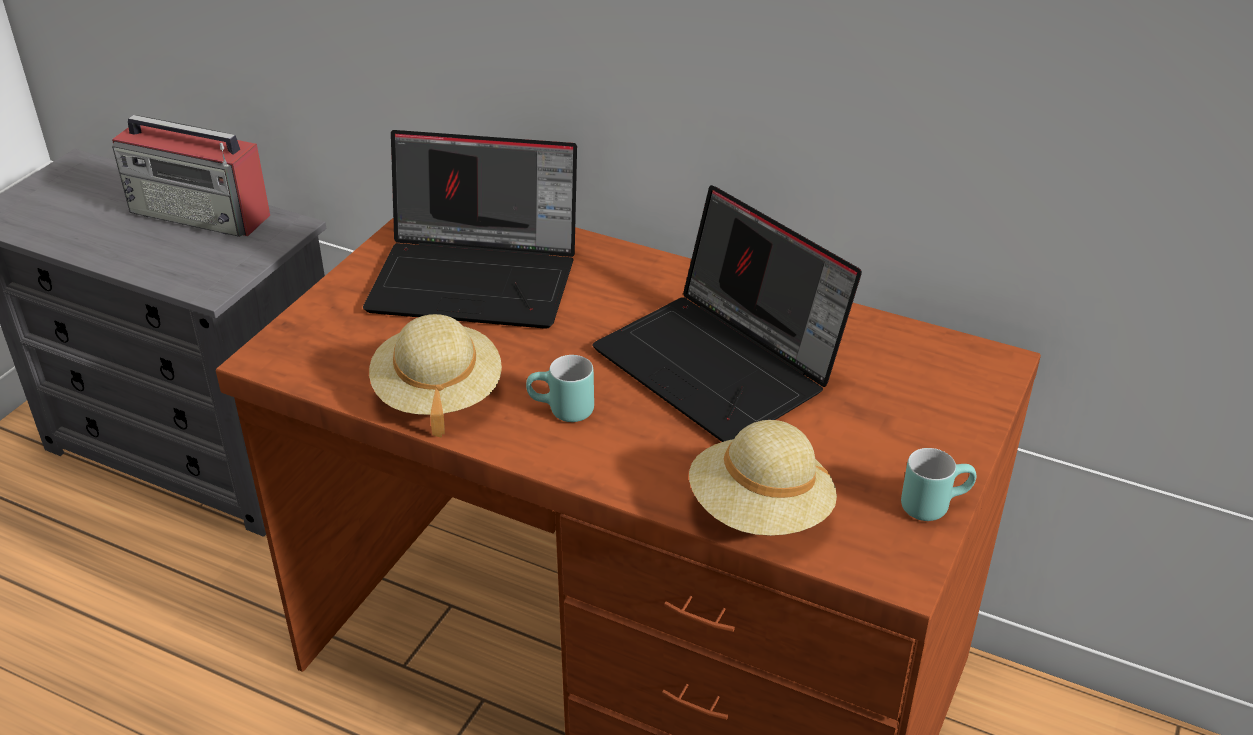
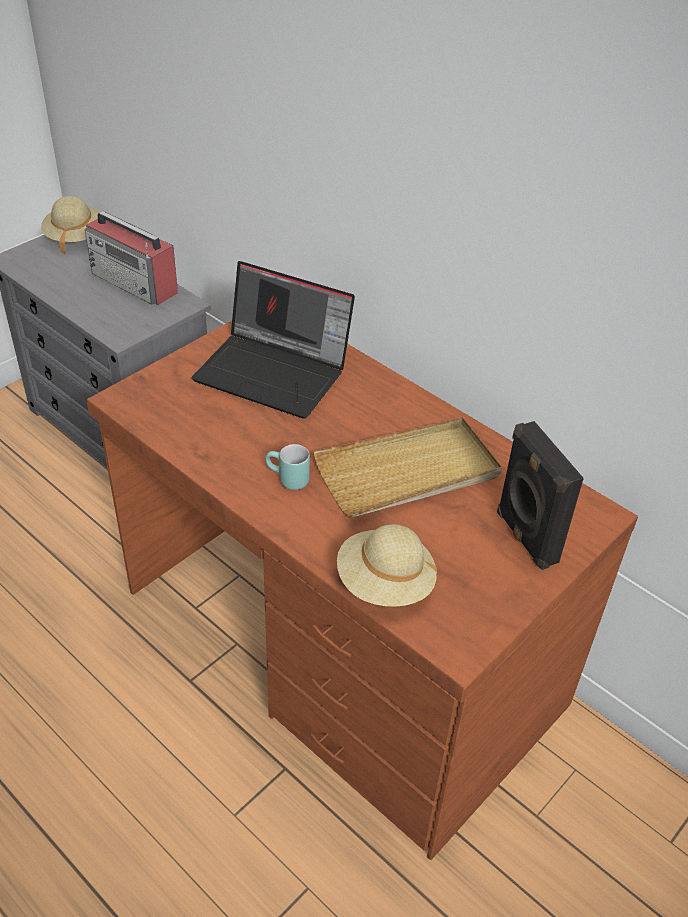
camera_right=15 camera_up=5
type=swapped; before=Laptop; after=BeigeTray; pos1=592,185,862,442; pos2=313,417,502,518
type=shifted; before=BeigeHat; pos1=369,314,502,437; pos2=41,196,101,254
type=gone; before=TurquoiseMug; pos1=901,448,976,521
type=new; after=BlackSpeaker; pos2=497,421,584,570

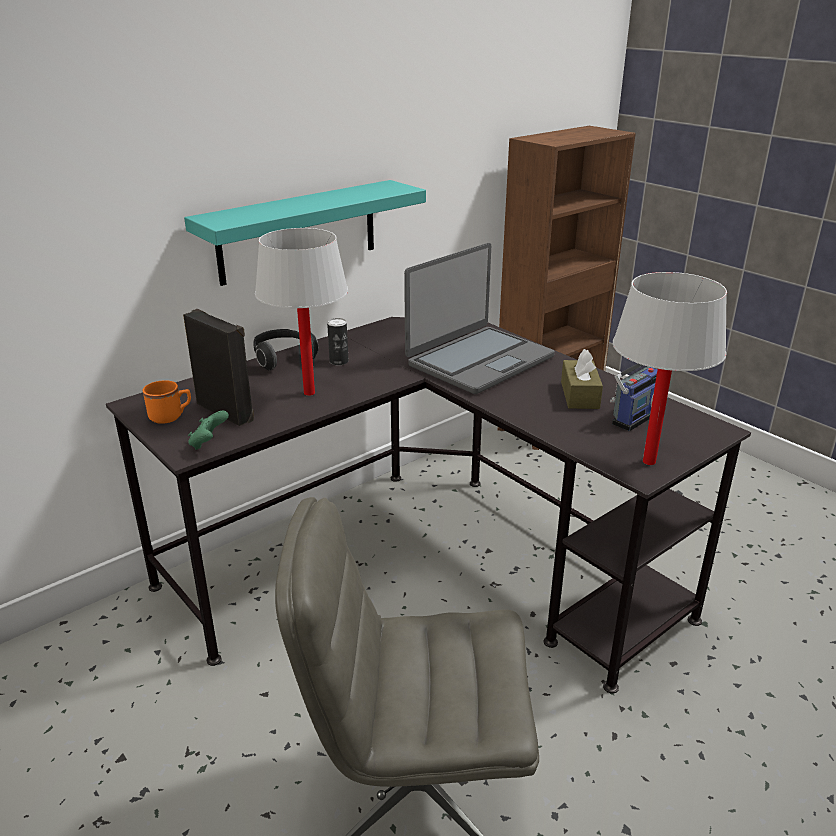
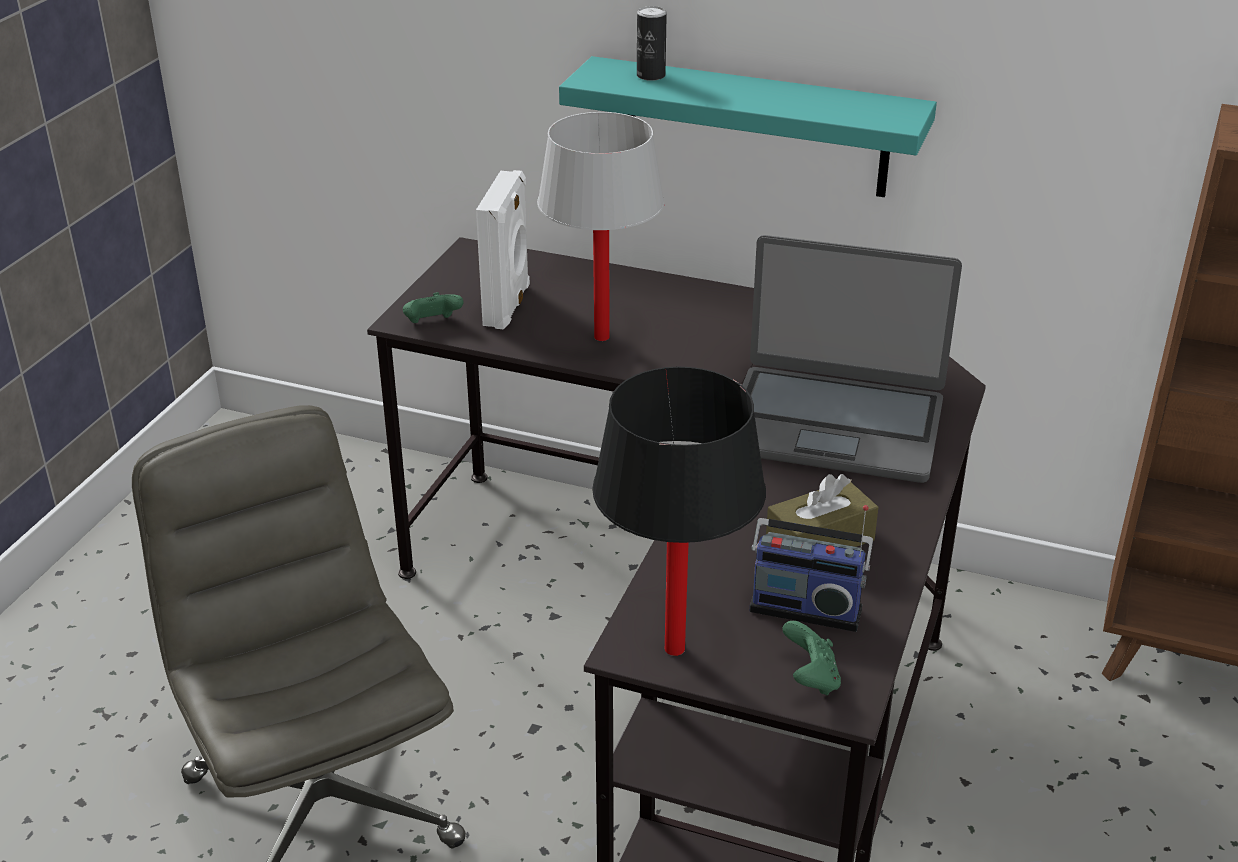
camera_right=60 camera_up=5
type=repainted; before=WhiteTableLamp; after=BlackTableLamp; pos1=613,272,727,465; pos2=592,367,766,656
type=repainted; before=BlackSpeaker; after=WhiteSpeaker; pos1=183,309,254,426; pos2=476,170,530,329
type=shifted; before=Can; pos1=327,318,349,365; pos2=637,6,667,81
type=gone; before=Headphones; pos1=253,329,319,370
type=gone; before=OrangeMug; pos1=143,380,191,424
type=new; after=GreenGameController; pos2=783,621,841,695

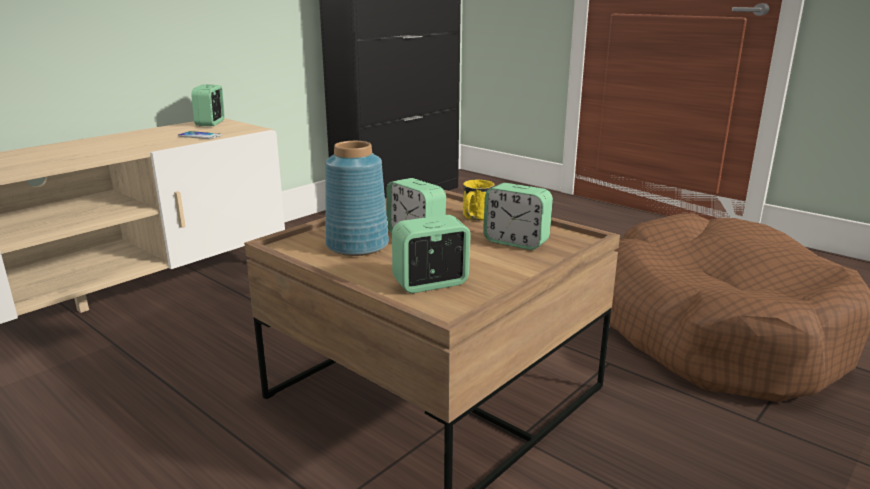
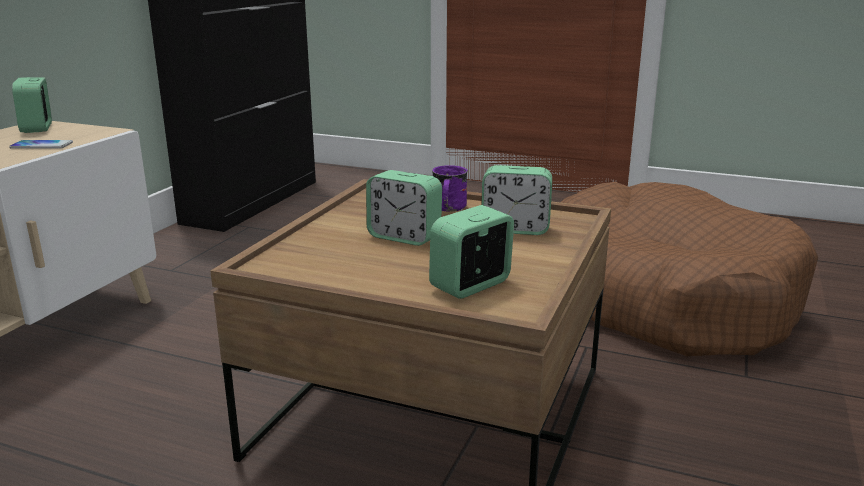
camera_right=-20 camera_up=0
type=gone; before=BlueVase; pos1=325,141,389,256
type=repainted; before=YellowMug; after=PurpleMug; pos1=463,180,495,221; pos2=432,165,468,212

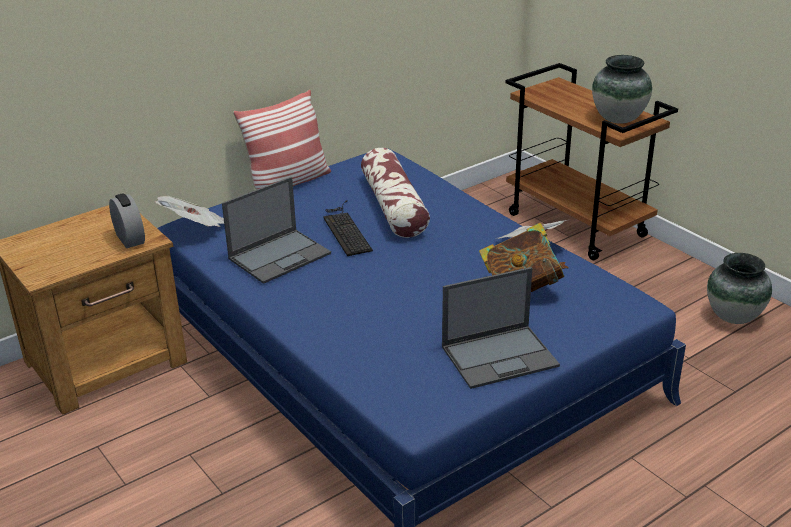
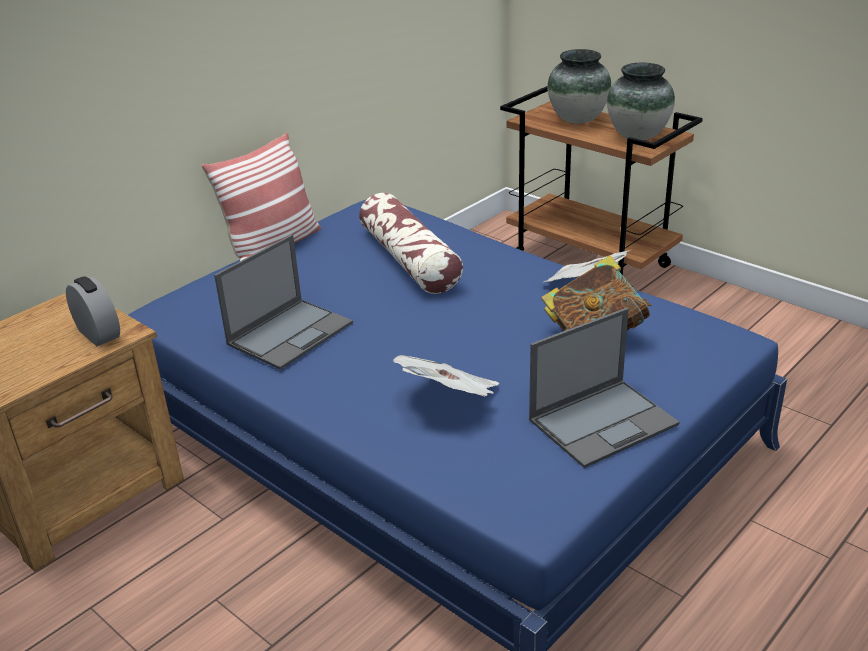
camera_right=-10 camera_up=0
type=shifted; before=Newspaper; pos1=155,196,224,227; pos2=393,355,499,396
type=gone; before=Keyboard; pos1=323,200,373,256
type=shifted; before=Vase; pos1=707,253,772,324; pos2=547,49,611,124

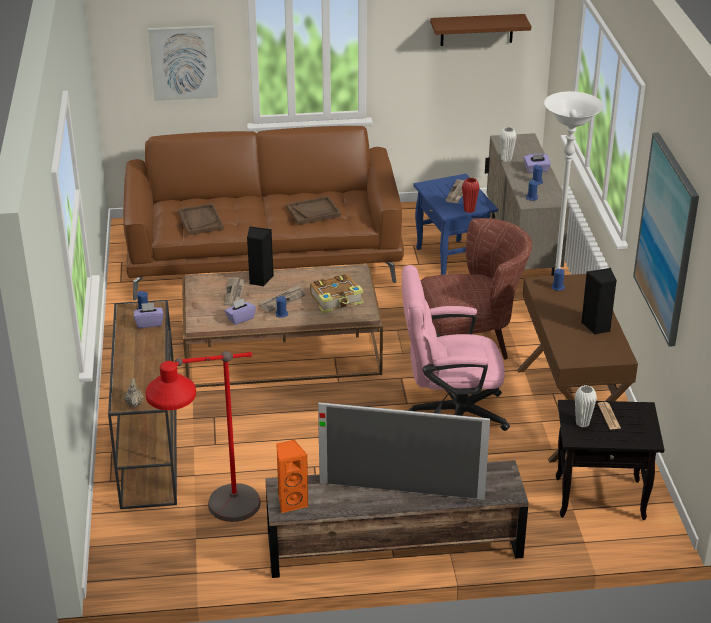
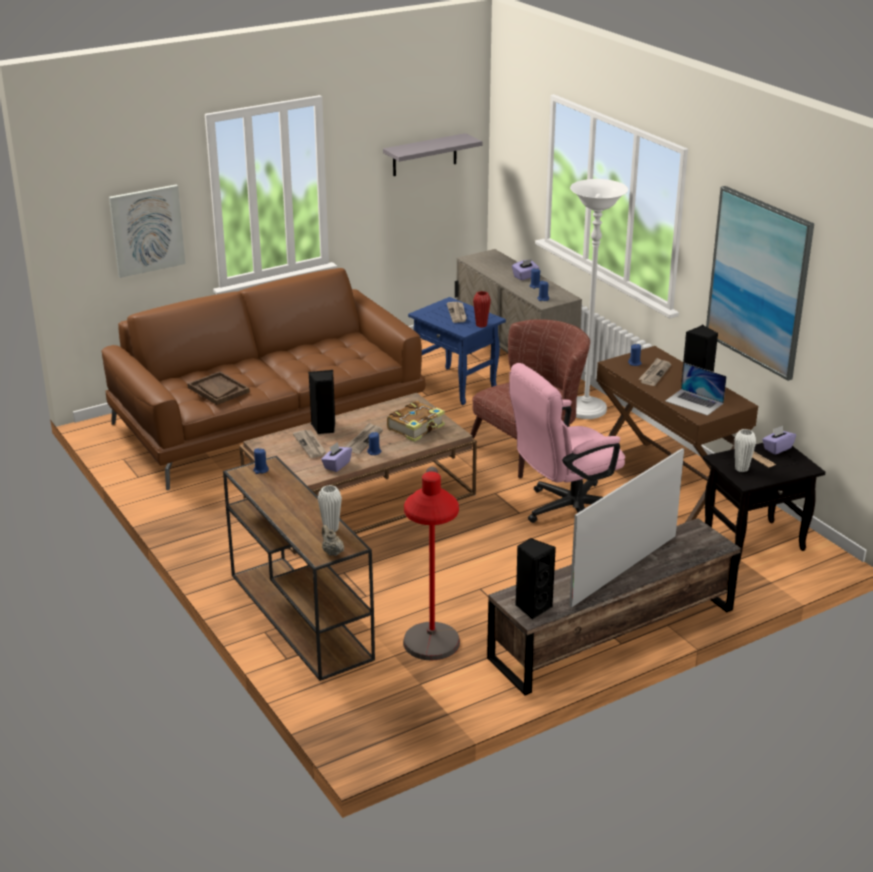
camera_right=-25 camera_up=-5
type=repainted; before=BrownShelf; after=GreyShelf; pos1=430,14,531,46; pos2=383,133,482,176
type=shifted; before=WhiteVase; pos1=500,127,517,162; pos2=318,485,342,532
type=gone; before=BrownTray; pos1=286,196,341,225
type=shifted; before=PurpleTissueBox; pos1=134,303,164,328; pos2=762,426,796,455
type=rotated; before=Television; pos1=318,402,490,500; pos2=569,448,684,608; turn=150
type=repainted; before=OrangeSpeaker; after=BlackSpeaker; pos1=276,440,308,513; pos2=515,538,556,620
type=new; after=Newspaper; pos2=639,358,671,386
type=new; after=Laptop; pos2=665,363,727,416

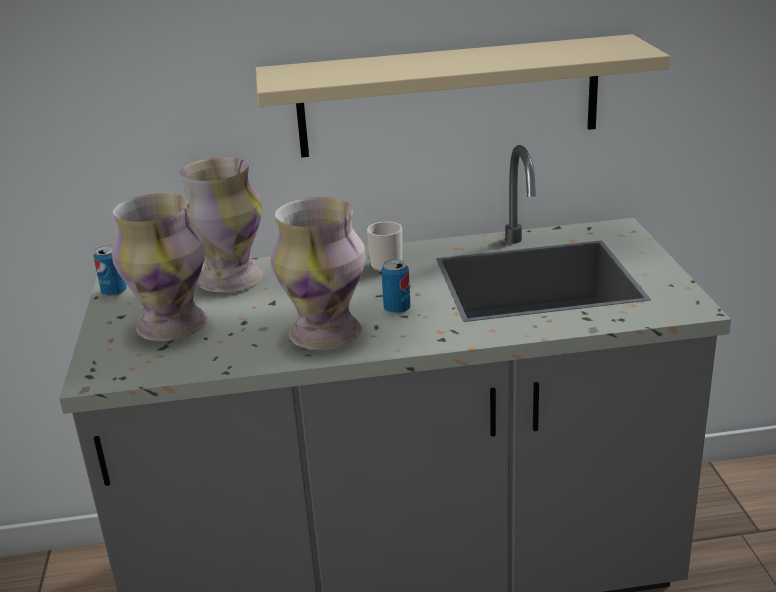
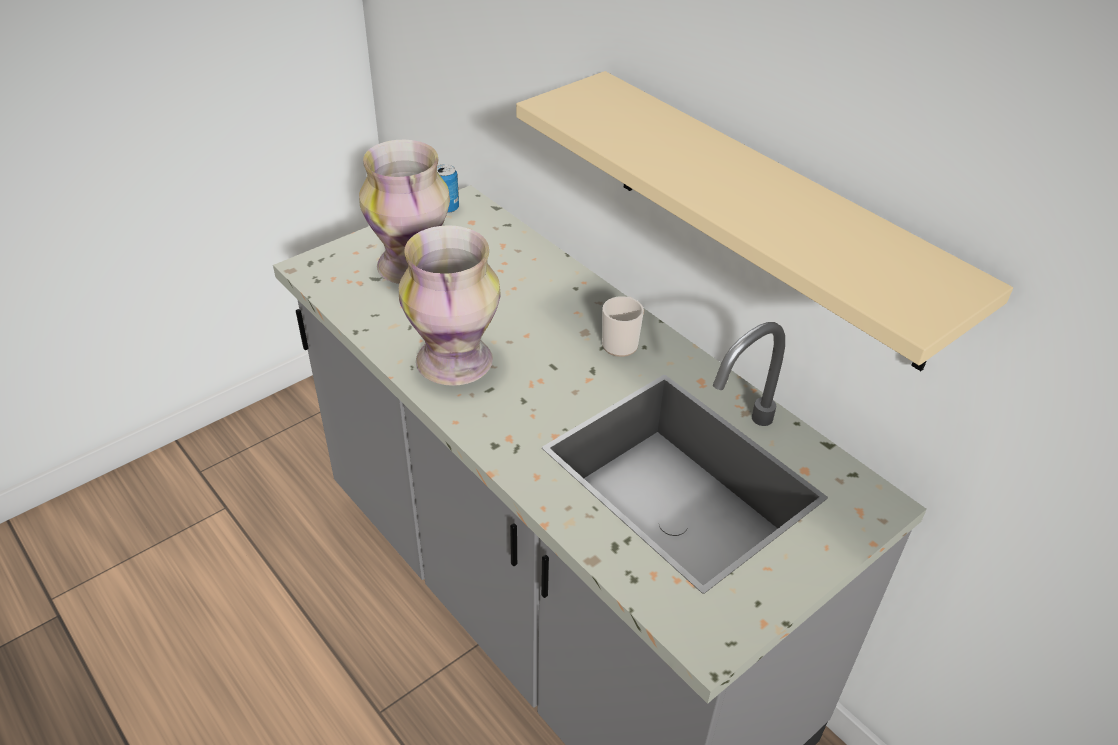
camera_right=55 camera_up=15
type=gone; before=Vase; pos1=179,157,263,292
type=gone; before=Can; pos1=381,260,411,314

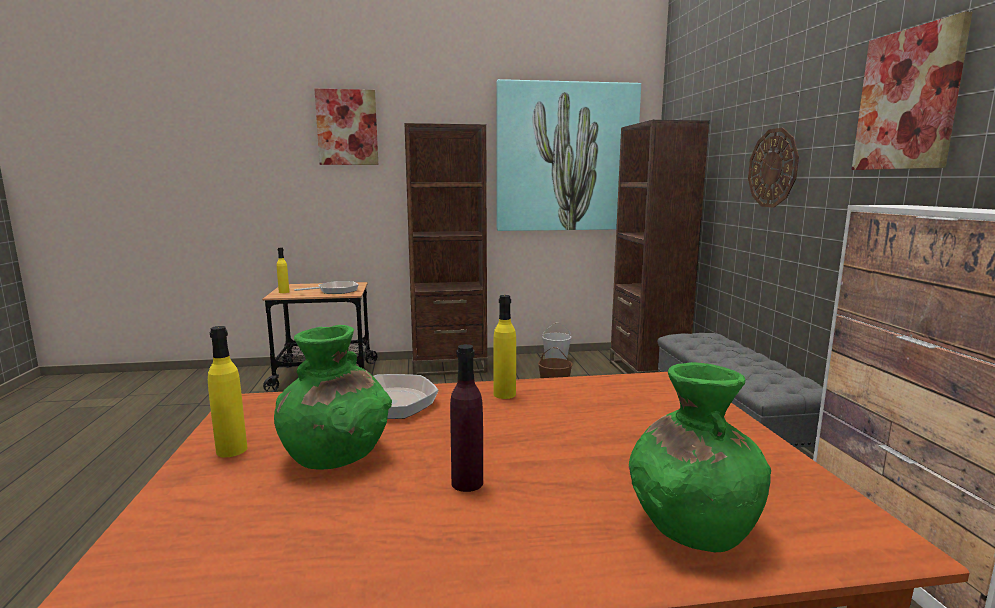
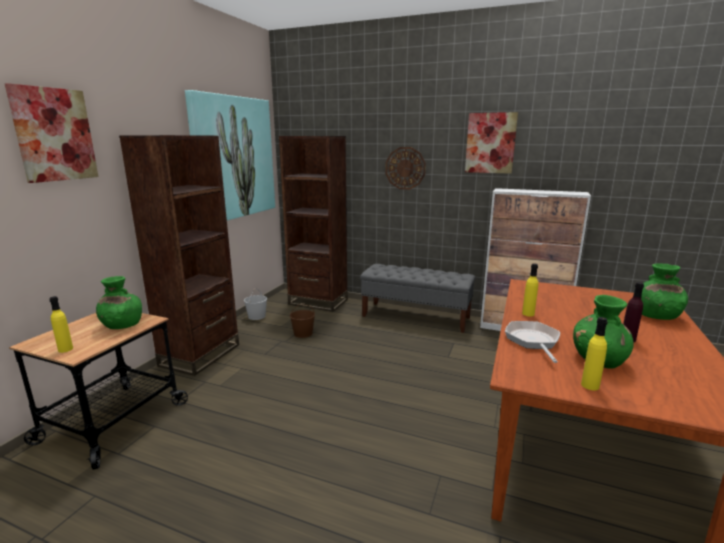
camera_right=-60 camera_up=5
type=swapped; before=FryingPan; after=GreenVase; pos1=294,281,359,294; pos2=96,276,142,329

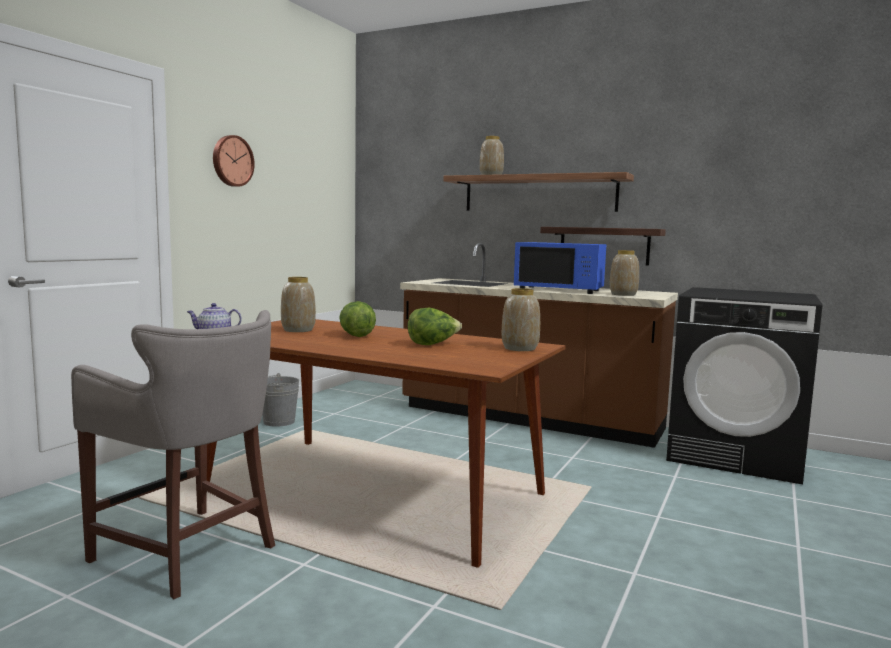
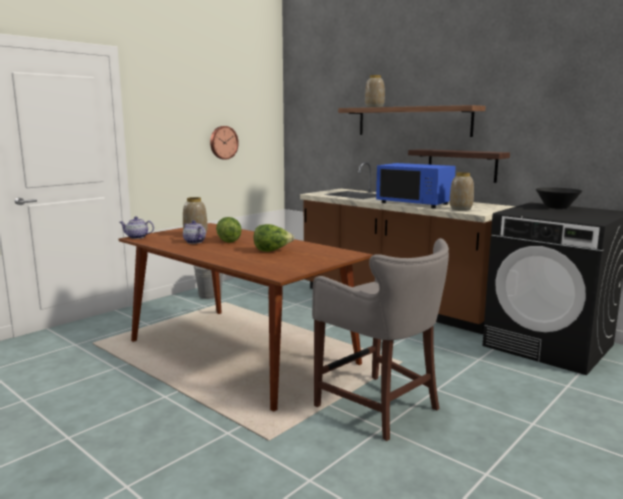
camera_right=15 camera_up=5
type=shifted; before=WallClock; pos1=213,135,255,187; pos2=210,126,239,160
type=gone; before=Vase; pos1=502,288,540,351
type=shifted; before=GreyStool; pos1=71,310,275,600; pos2=312,238,449,441
type=new; after=BlackBowl; pos2=536,187,582,209
type=new; after=Teapot; pos2=183,220,206,244

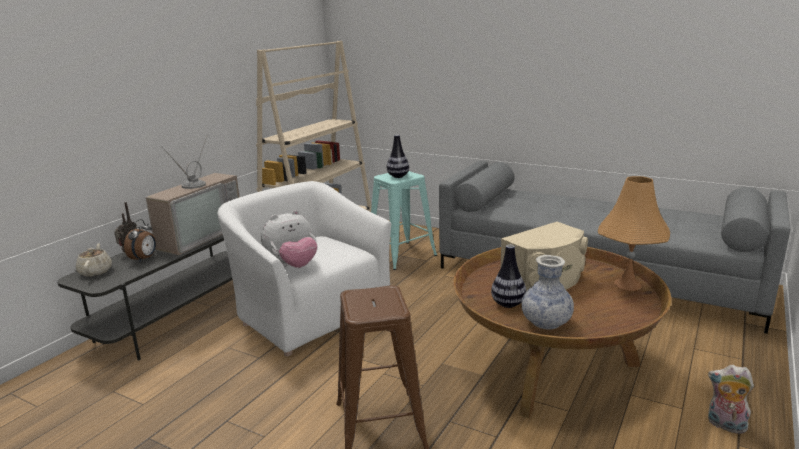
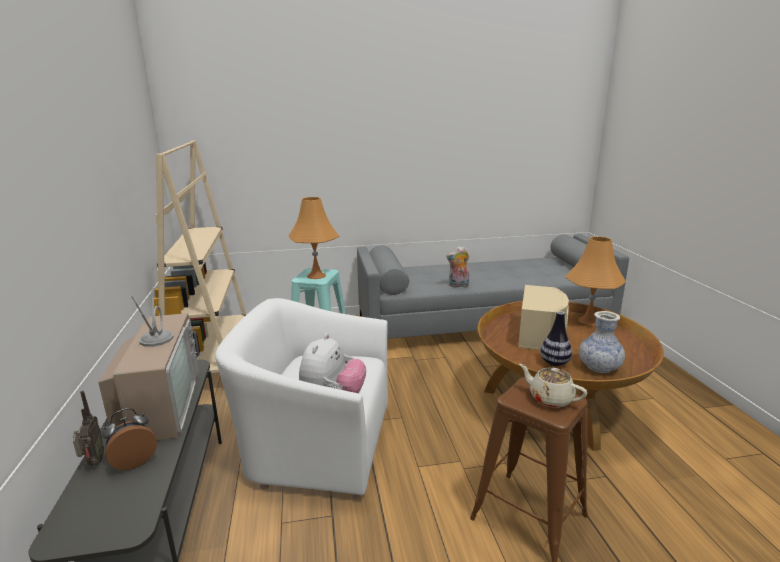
camera_right=-40 camera_up=0
type=swapped; before=Vase; after=OrangeTableLamp; pos1=387,135,409,178; pos2=288,197,340,279
type=rotated; before=AlarmClock; pos1=124,219,156,262; pos2=102,408,157,470; turn=-105
type=shifted; before=BeigeTeapot; pos1=76,243,112,277; pos2=519,364,587,408
type=shifted; before=PlushToy; pos1=708,365,754,435; pos2=446,246,470,287

